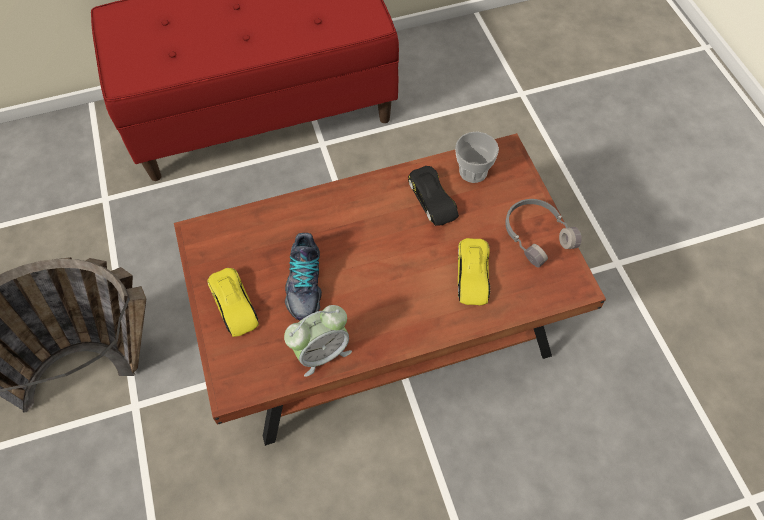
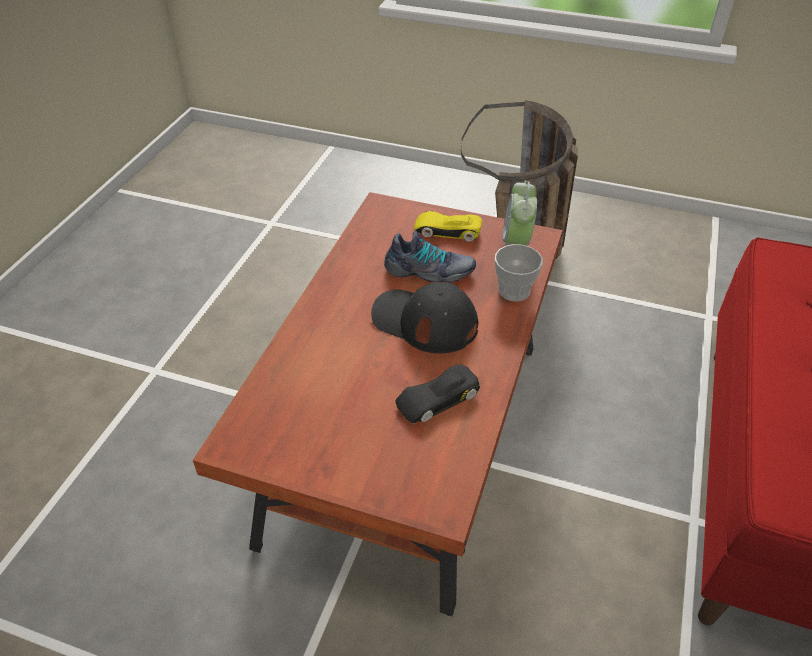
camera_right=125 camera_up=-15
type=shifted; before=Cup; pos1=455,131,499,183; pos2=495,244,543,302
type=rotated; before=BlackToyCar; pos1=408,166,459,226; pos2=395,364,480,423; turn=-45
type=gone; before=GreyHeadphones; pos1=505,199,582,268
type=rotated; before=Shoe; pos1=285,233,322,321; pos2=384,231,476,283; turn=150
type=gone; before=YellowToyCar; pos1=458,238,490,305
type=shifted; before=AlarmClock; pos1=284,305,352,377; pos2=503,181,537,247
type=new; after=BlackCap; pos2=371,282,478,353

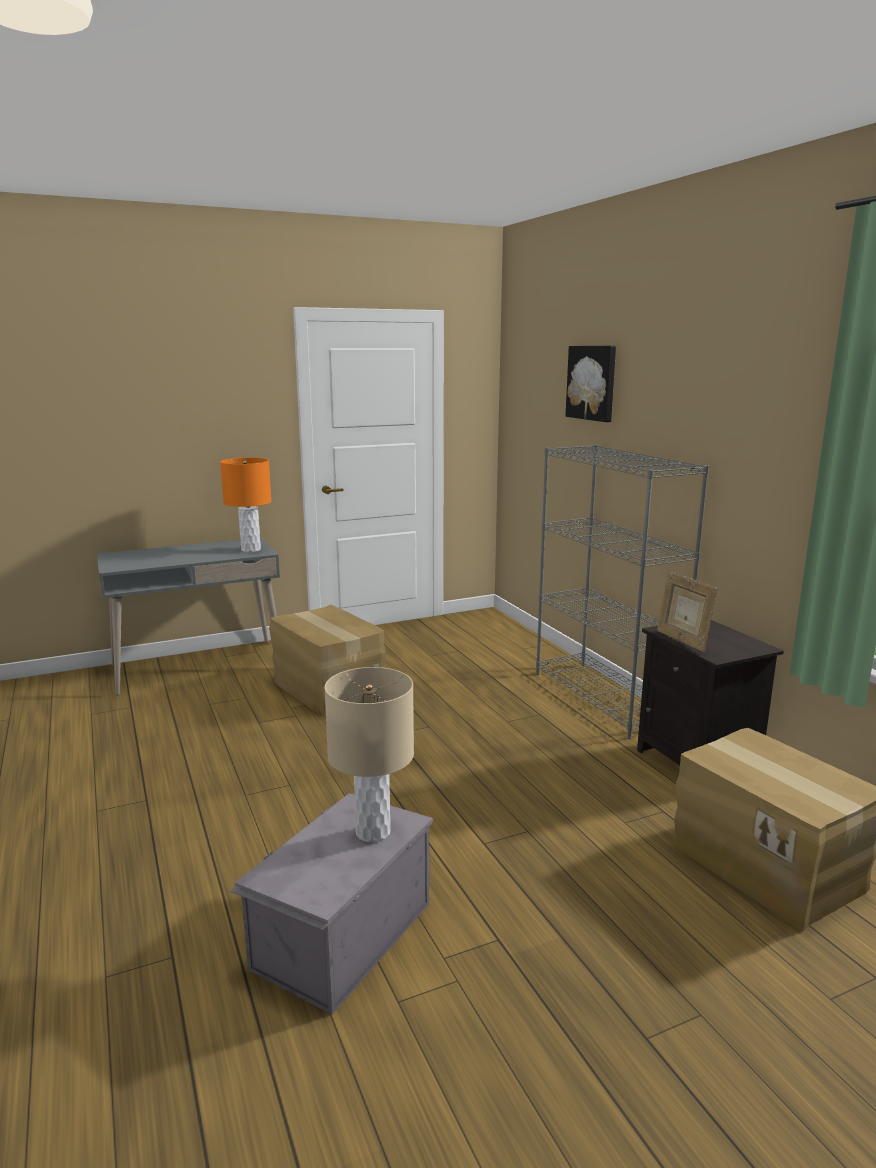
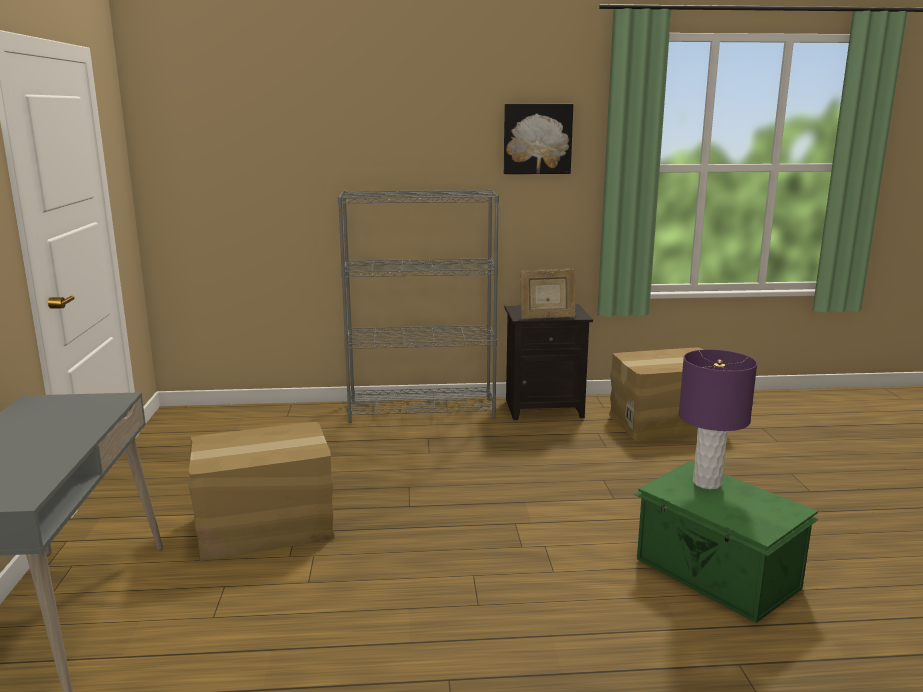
camera_right=-70 camera_up=0
type=shifted; before=Picture; pos1=566,346,616,422; pos2=504,104,573,174
type=gone; before=OrangeTableLamp; pos1=220,458,271,552
type=repainted; before=BeigeTableLamp; after=PurpleTableLamp; pos1=324,667,414,842; pos2=679,349,757,489
type=repainted; before=GreyStorageBox; after=GreenStorageBox; pos1=230,793,433,1014; pos2=634,461,819,623

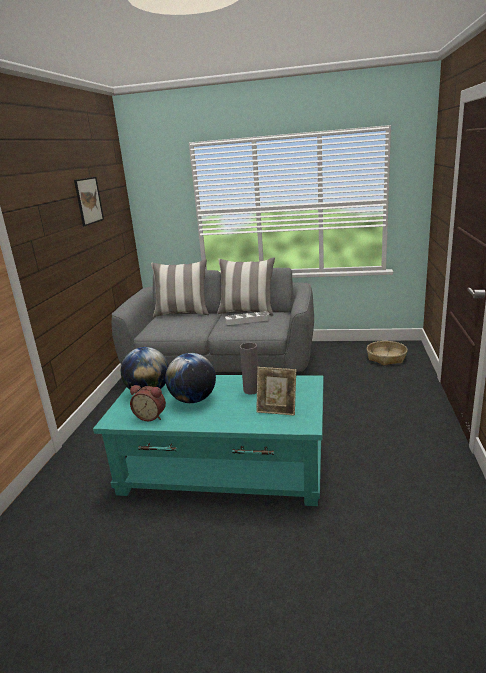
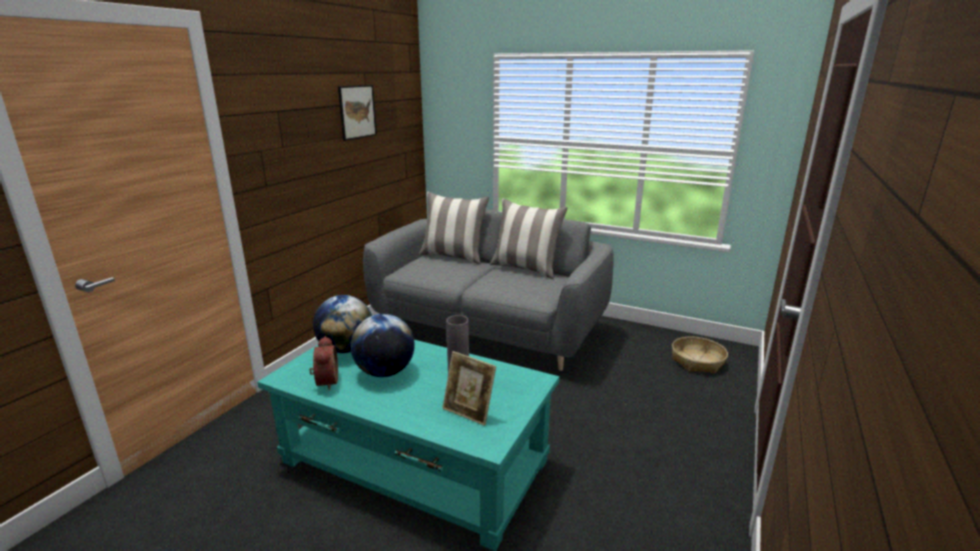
camera_right=15 camera_up=0
type=gone; before=WhiteTray; pos1=225,311,270,325
type=rotated; before=AlarmClock; pos1=130,385,166,421; pos2=309,336,338,390; turn=-135

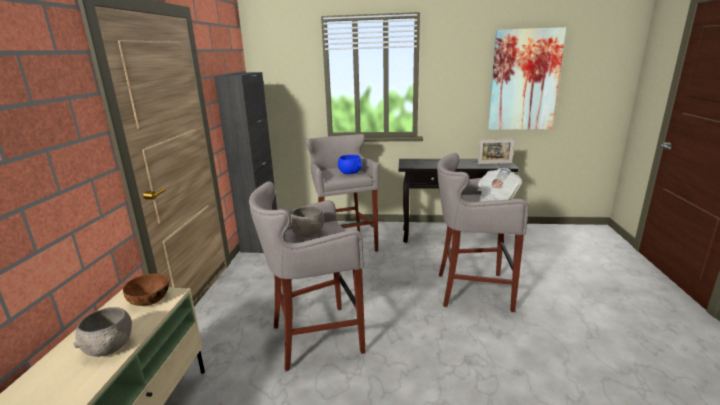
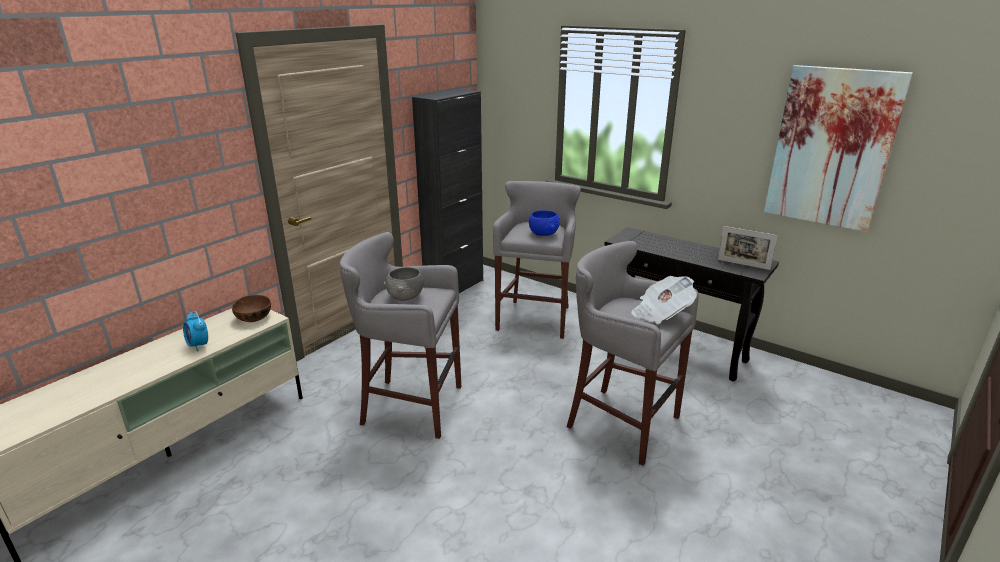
camera_right=30 camera_up=5
type=swapped; before=GreyBowl; after=AlarmClock; pos1=74,307,132,357; pos2=183,311,208,352

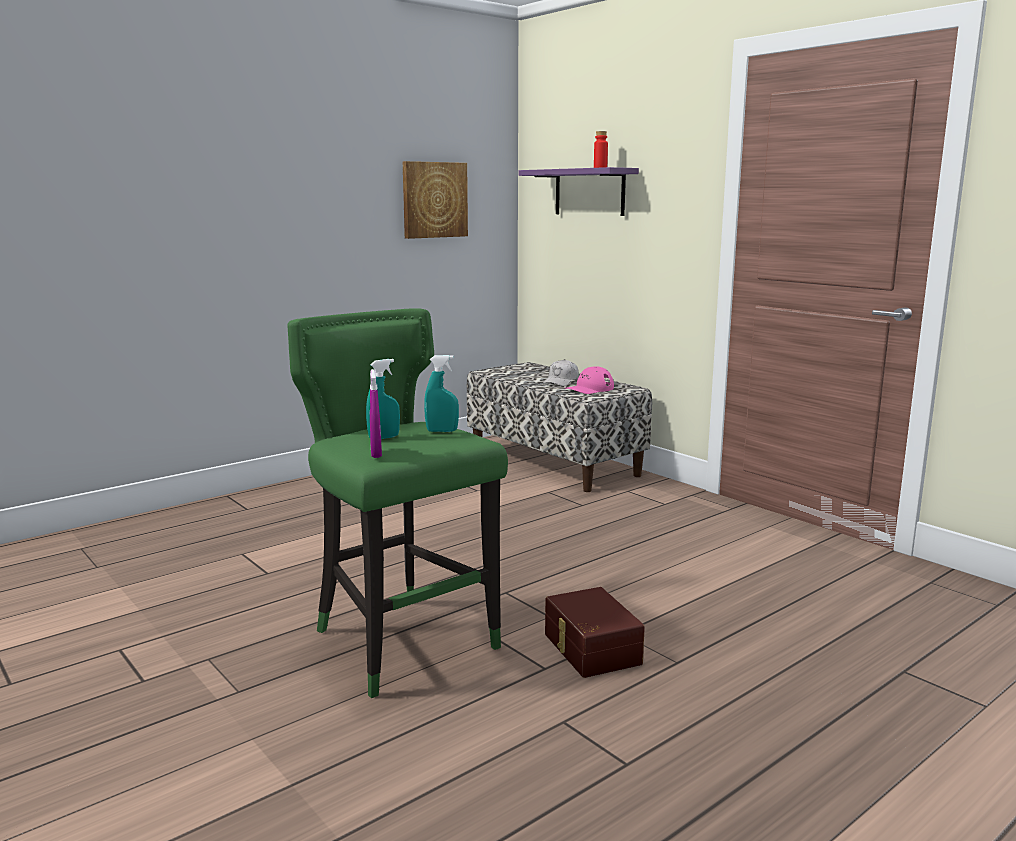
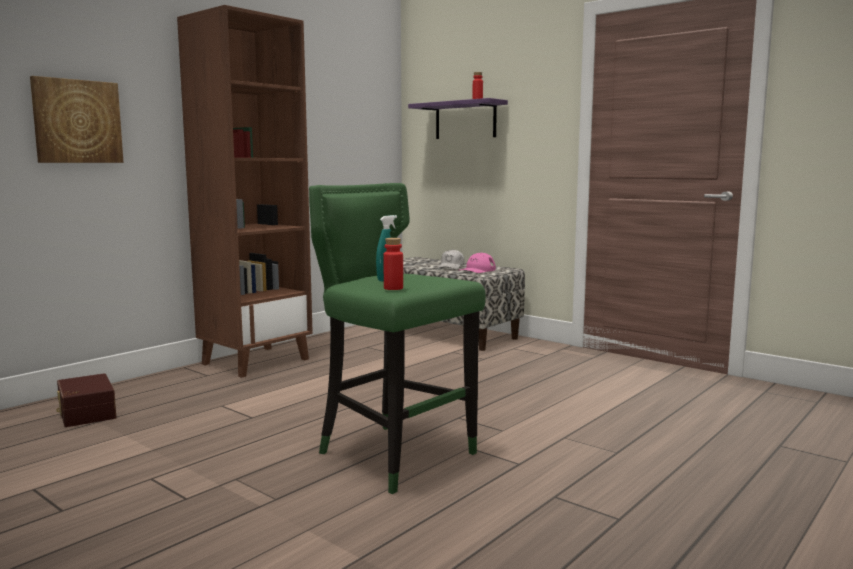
camera_right=-10 camera_up=-5
type=shifted; before=Picture; pos1=403,161,468,239; pos2=30,76,124,163
type=gone; before=TurquoiseSprayBottle; pos1=424,355,459,432
type=swapped; before=PurpleSprayBottle; after=RedBottle; pos1=370,369,382,458; pos2=383,238,403,290
type=shifted; before=BrownStorageBox; pos1=545,587,645,678; pos2=56,373,117,427
type=new; after=BrownBookcase; pos2=177,5,313,378

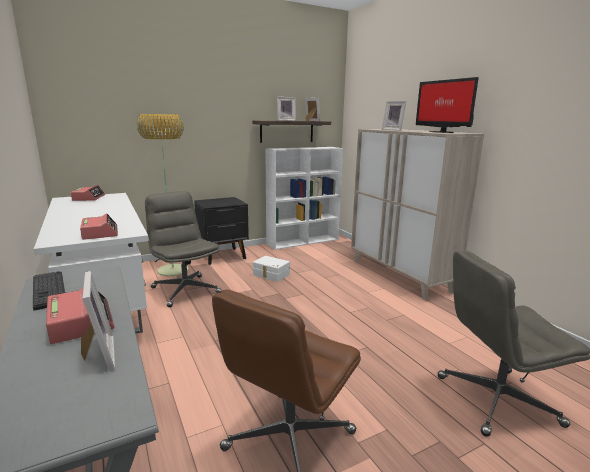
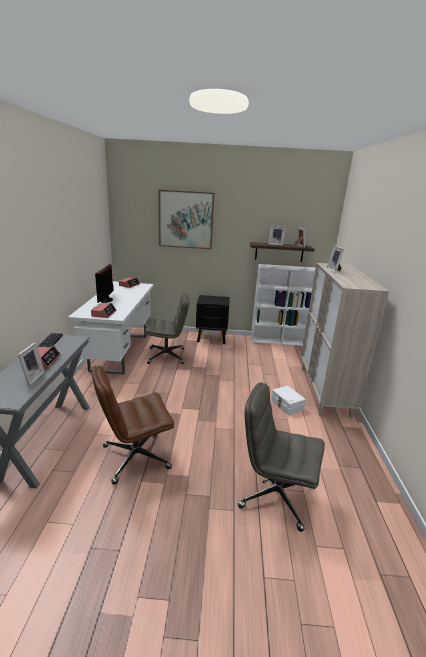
camera_right=30 camera_up=5
type=shifted; before=Monitor; pos1=416,77,479,133; pos2=95,264,114,303
type=gone; before=FloorLamp; pos1=137,114,189,277
type=rotated; before=GreyOfficeChair; pos1=145,191,222,307; pos2=145,293,190,364; turn=90
type=shifted; before=WhiteStorageBox; pos1=253,256,290,282; pos2=271,386,306,415
type=new; after=Picture; pos2=158,190,214,249

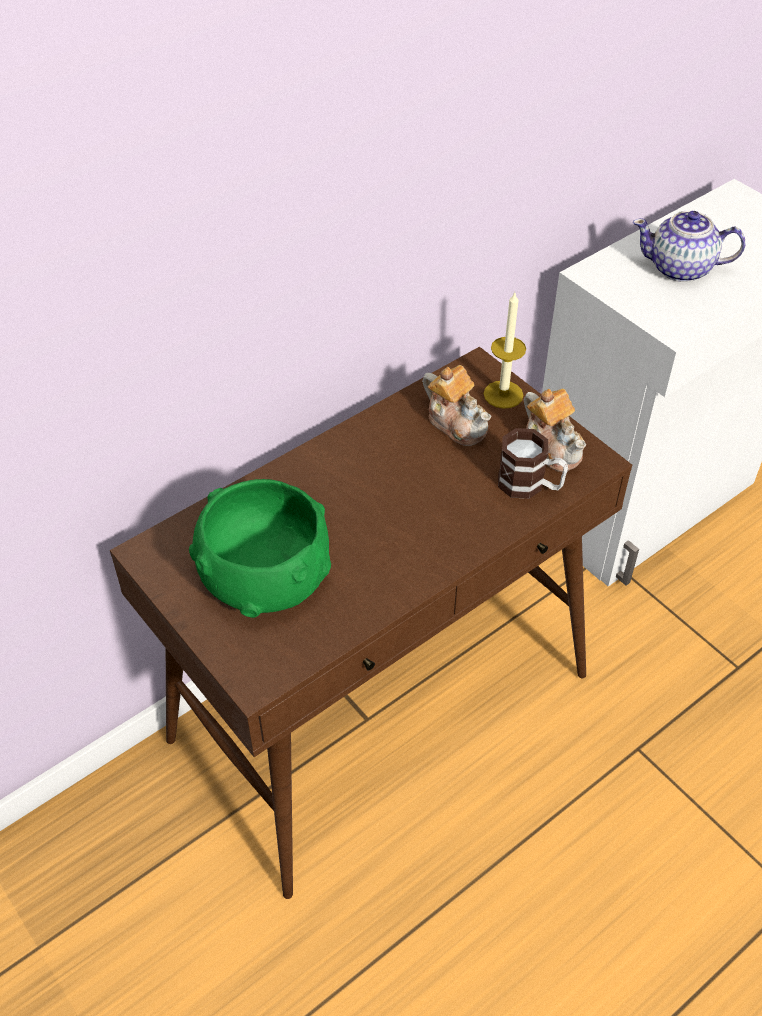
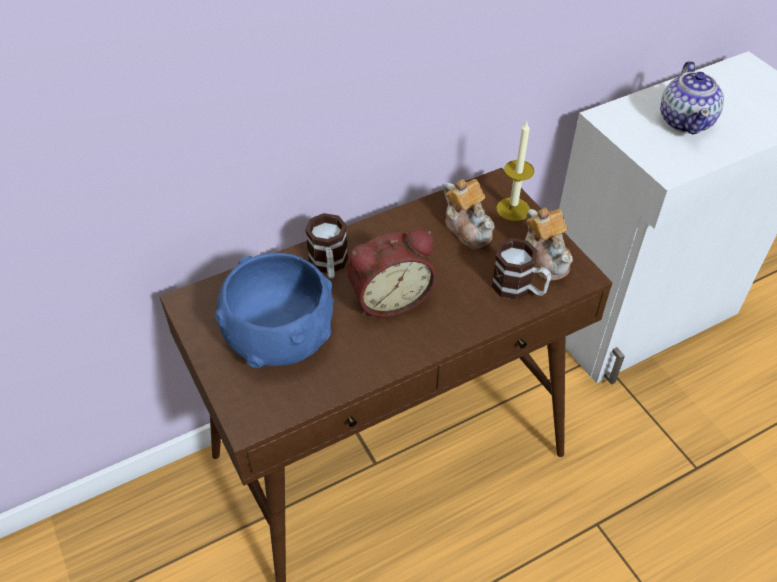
camera_right=10 camera_up=0
type=rotated; before=Teapot; pos1=633,211,745,282; pos2=660,61,724,134; turn=-105
type=repainted; before=GreenBowl; after=BlueBowl; pos1=189,479,331,618; pos2=215,253,334,368
type=new; after=Mug; pos2=305,213,348,279
type=new; after=AlarmClock; pos2=347,229,436,317

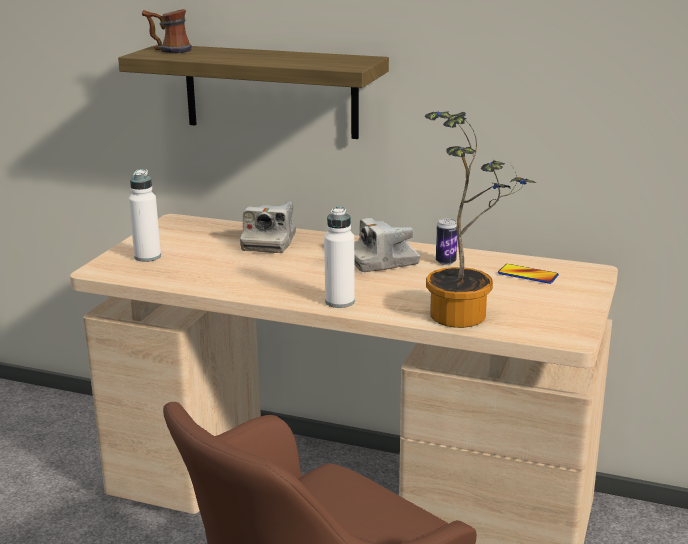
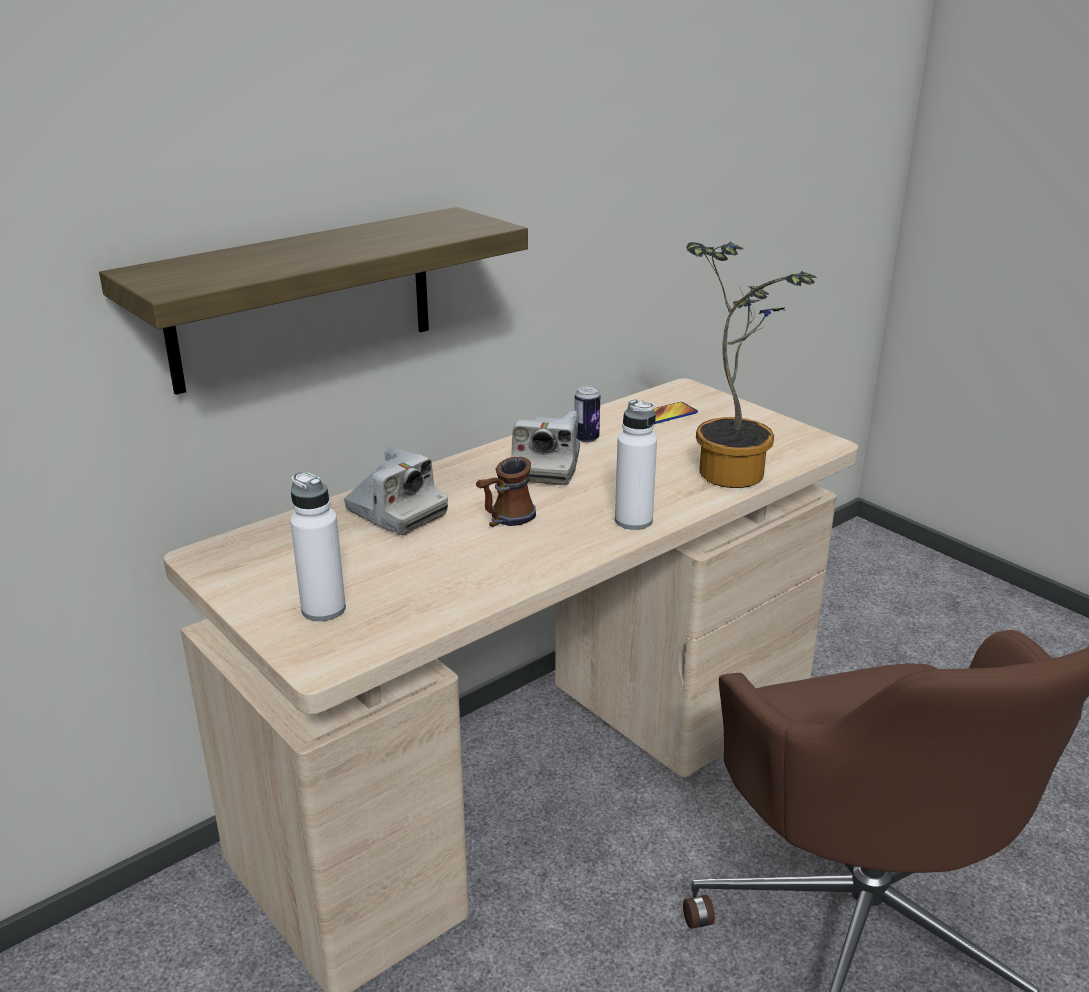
camera_right=-60 camera_up=5
type=shifted; before=Mug; pos1=142,9,192,53; pos2=476,457,536,527

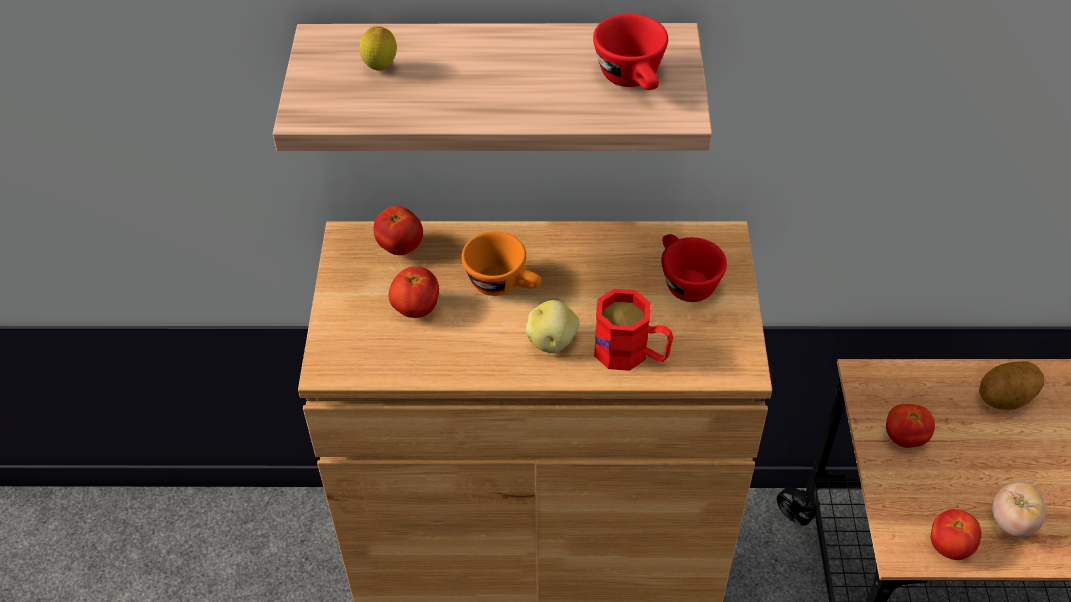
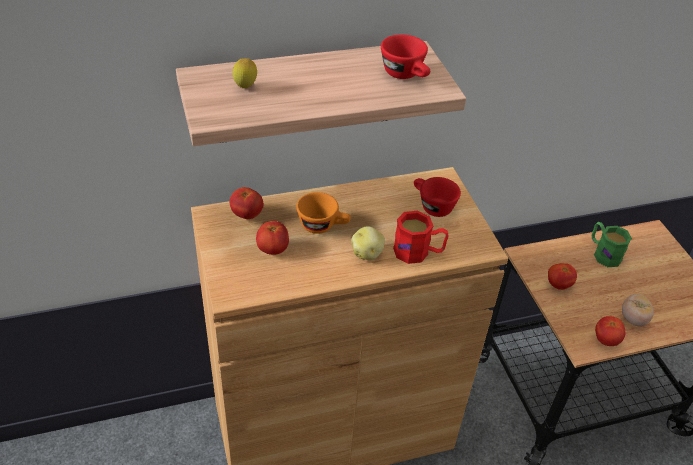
camera_right=-20 camera_up=-5
type=swapped; before=Potato; after=GreenMug; pos1=979,361,1044,410; pos2=592,222,632,267

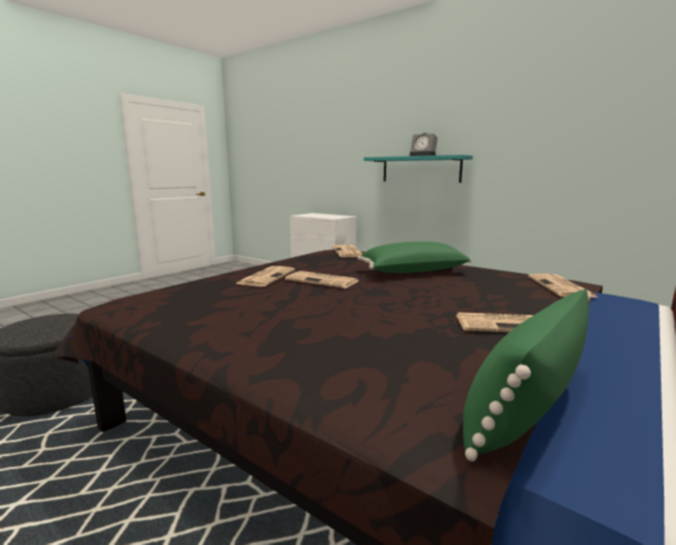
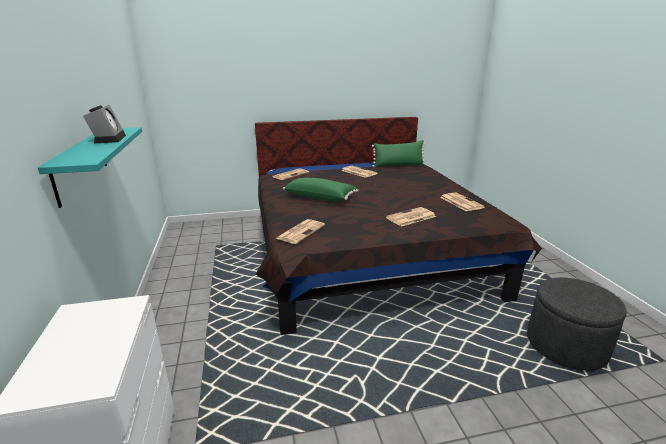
camera_right=-140 camera_up=10
type=shifted; before=Newspaper; pos1=285,271,358,288; pos2=440,193,485,211

